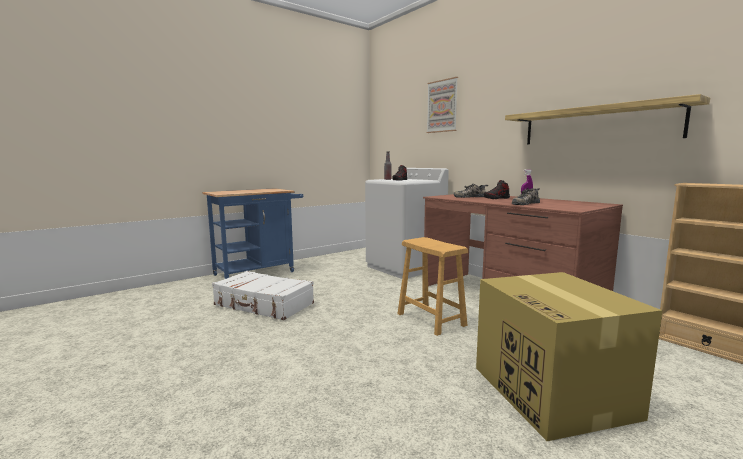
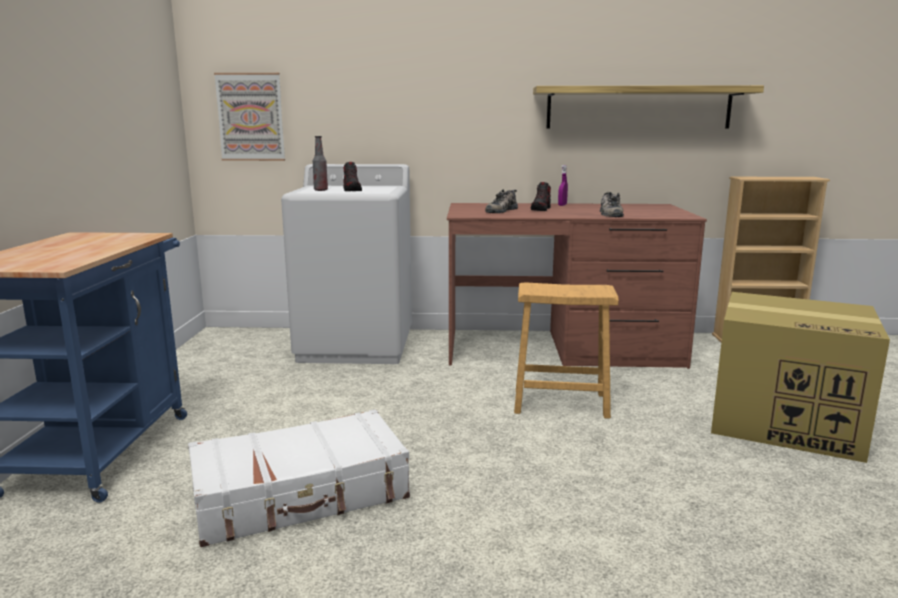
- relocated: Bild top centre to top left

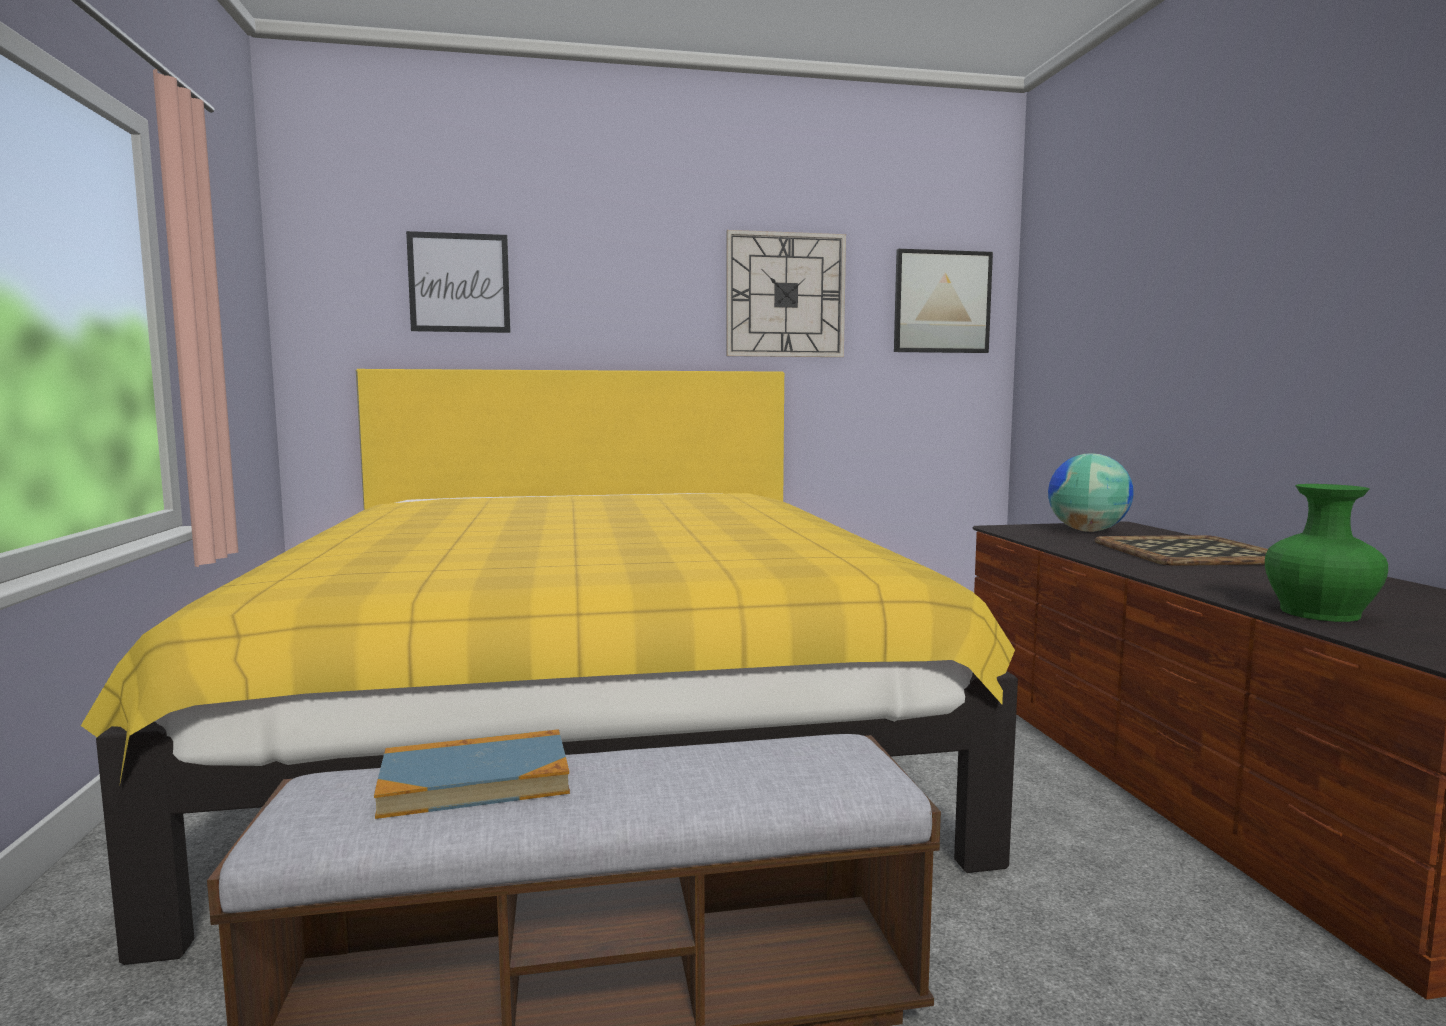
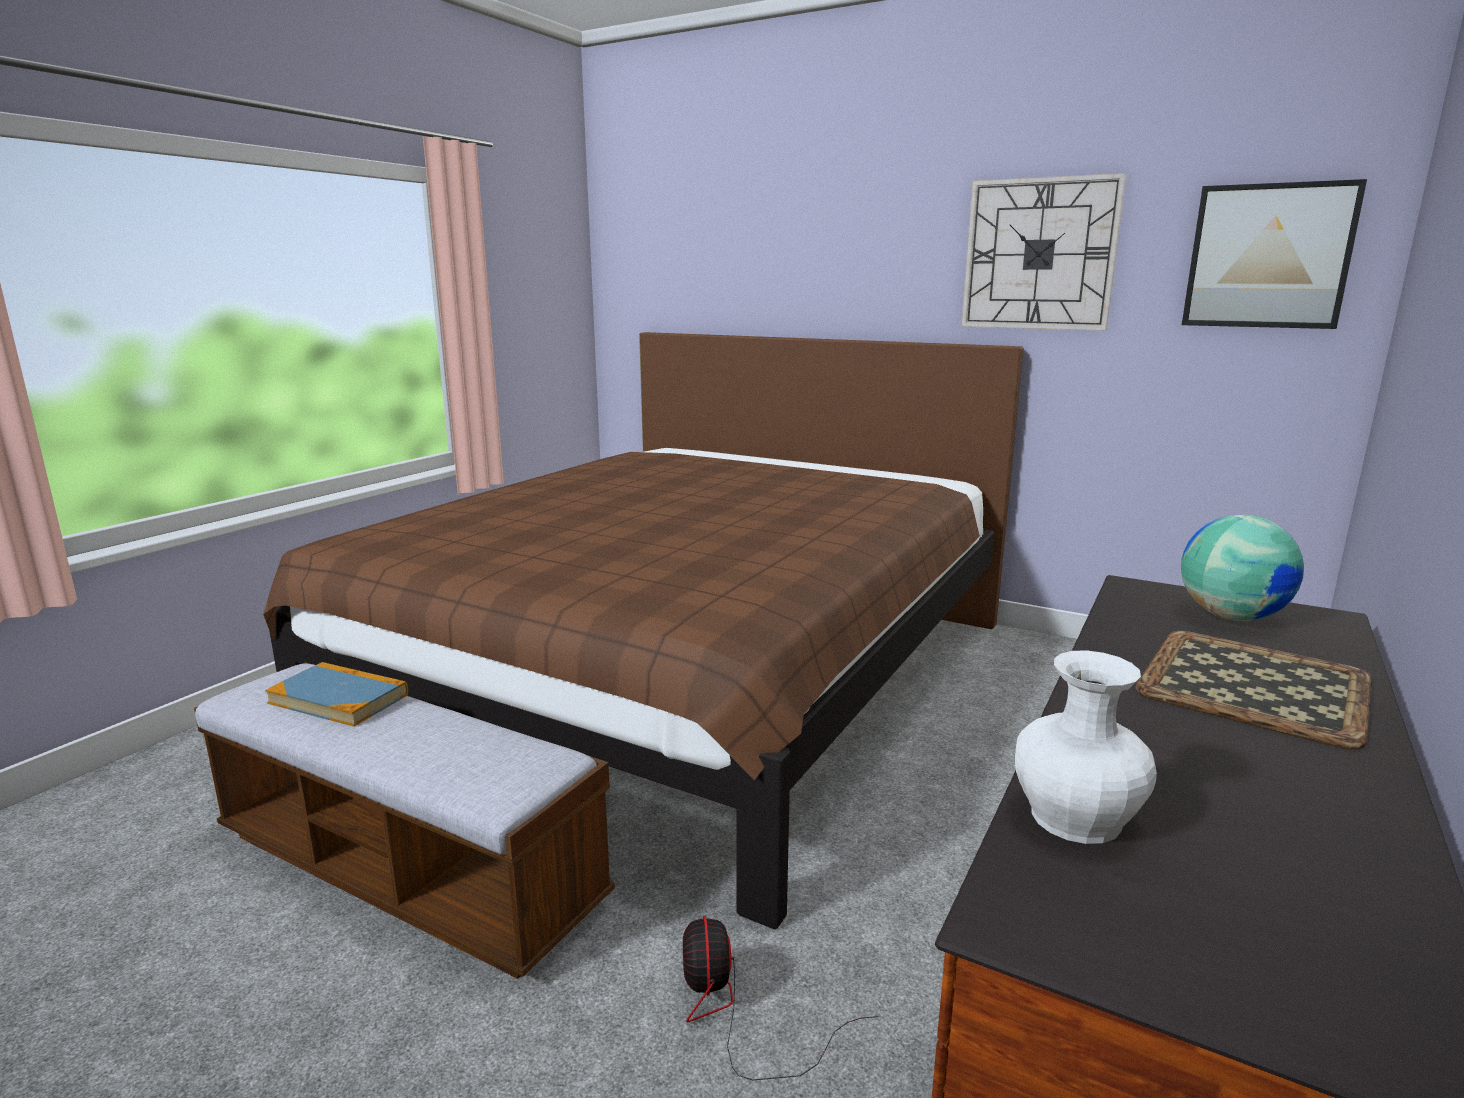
- missing: Bild (no. 1 from left) top left
- colour: Bett (gelb) centre to Bett (braun) centre
- colour: Vase (grün) middle right to Vase (weiß) bottom right
- appeared: Ventilator bottom centre

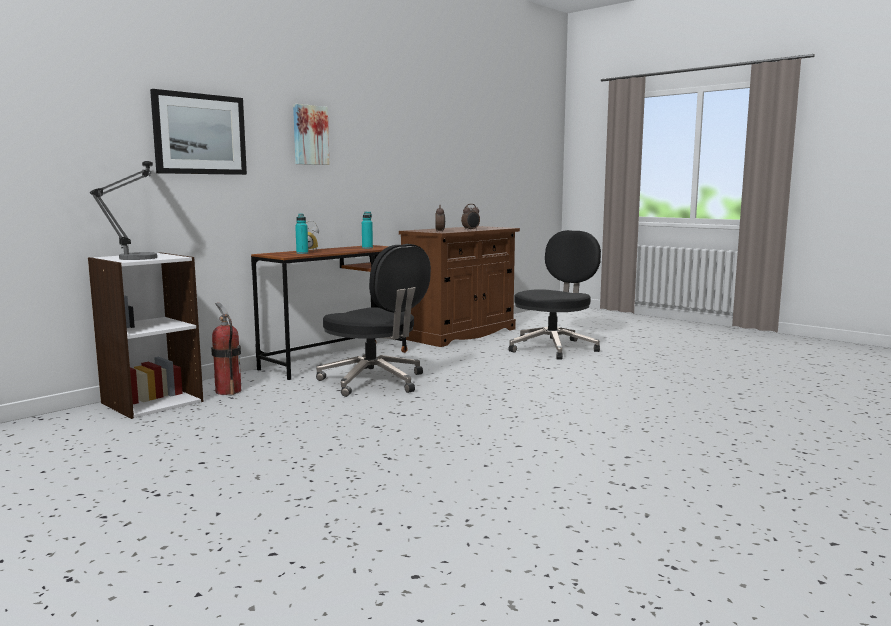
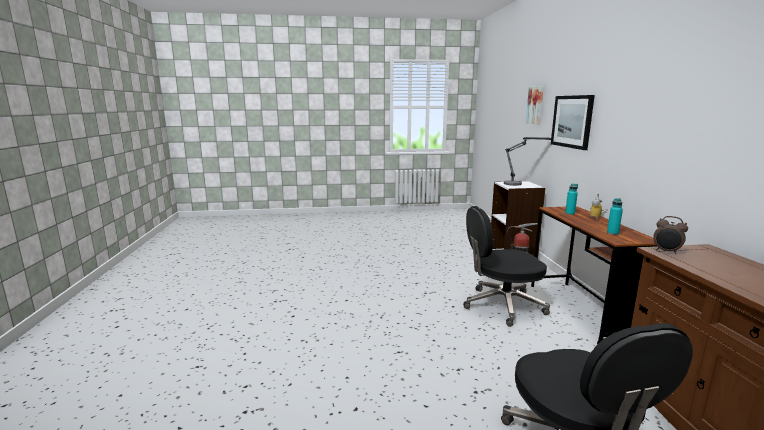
- relocated: Bild (no. 2 from left in the first image) top centre to Bild (no. 1 from left) top right
- missing: Wecker (no. 3 from left) centre

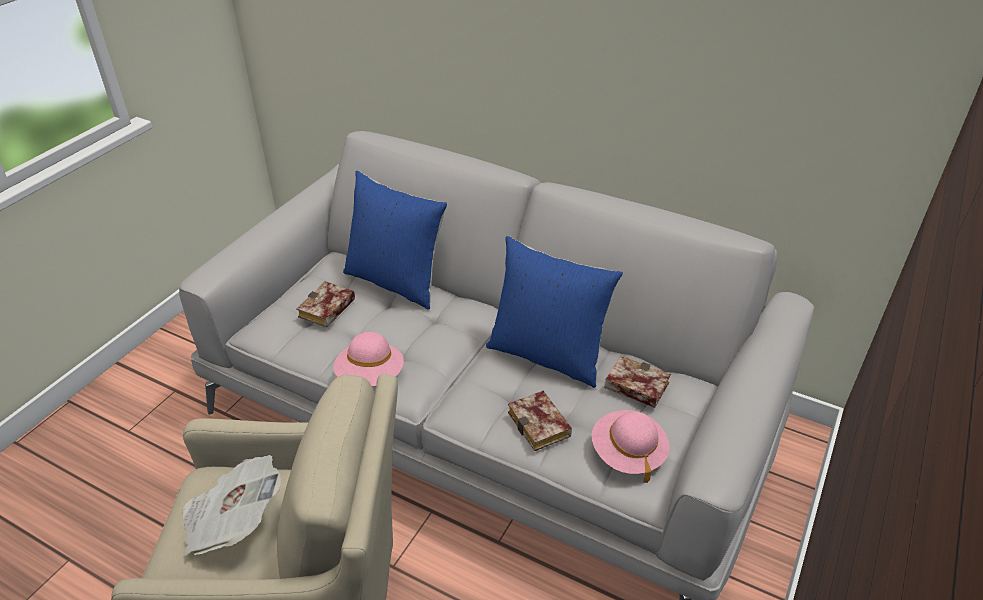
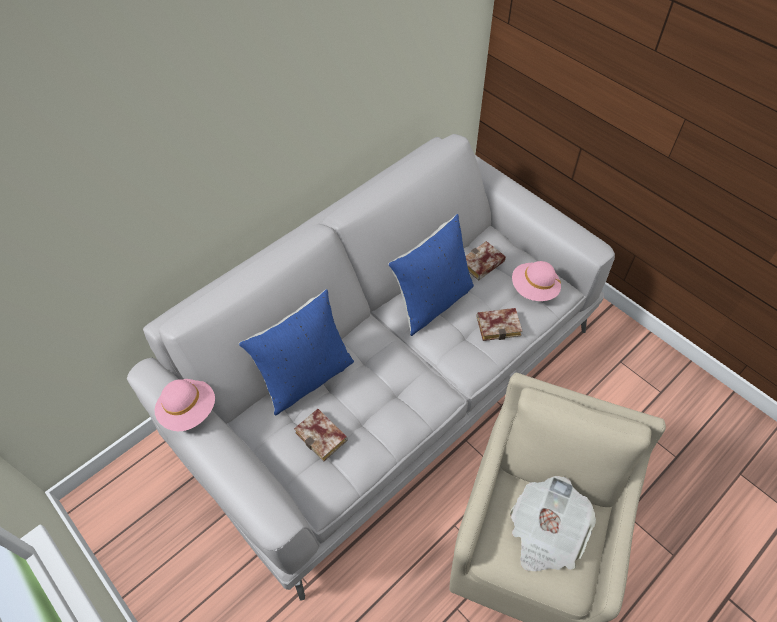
- relocated: Hut (rosa) (no. 1 from left) centre to middle left

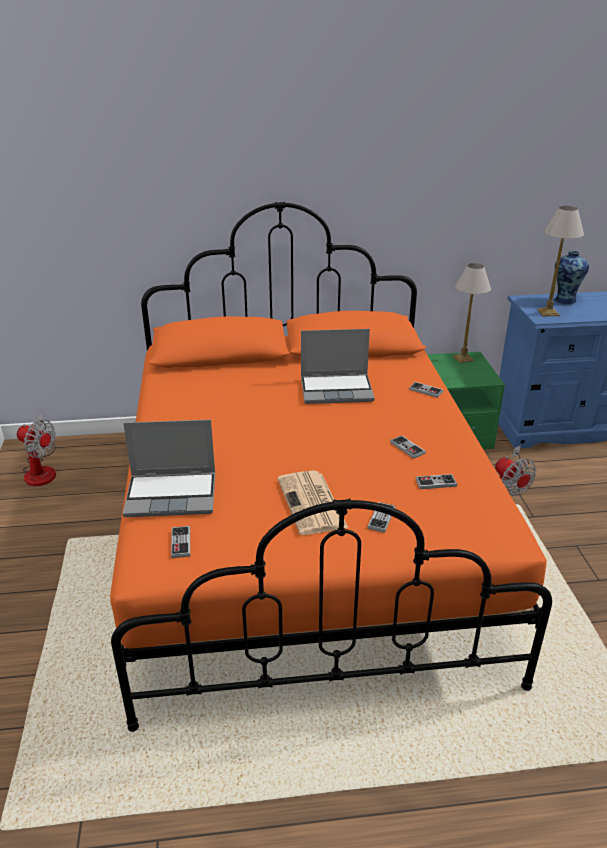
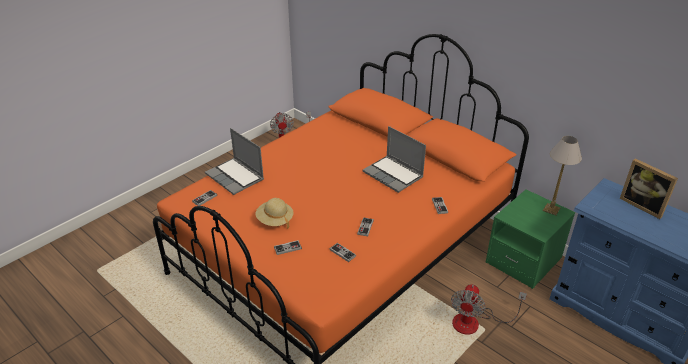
- missing: Tischlampe (no. 2 from left) top right
- exchanged: Vase top right to Bilderrahmen middle right
- exchanged: Zeitung centre to Hut (beige) centre

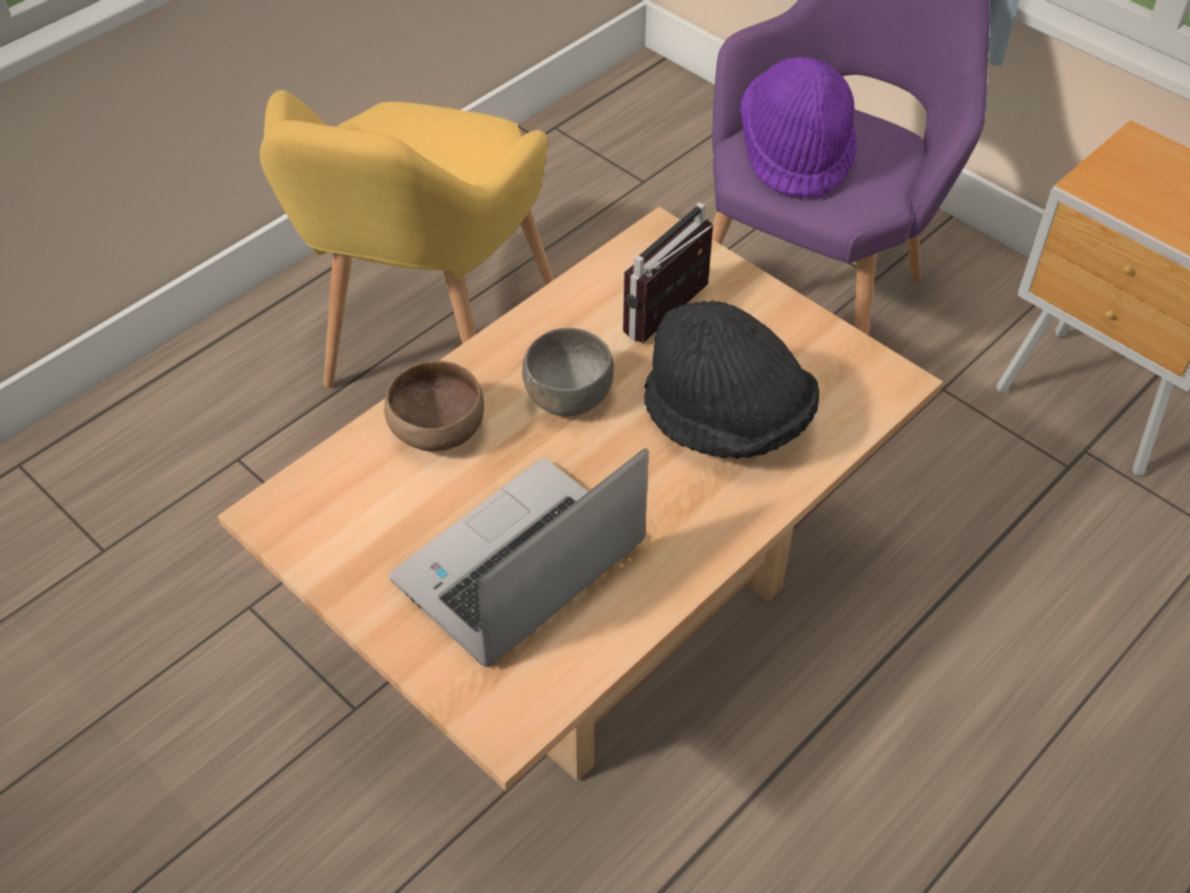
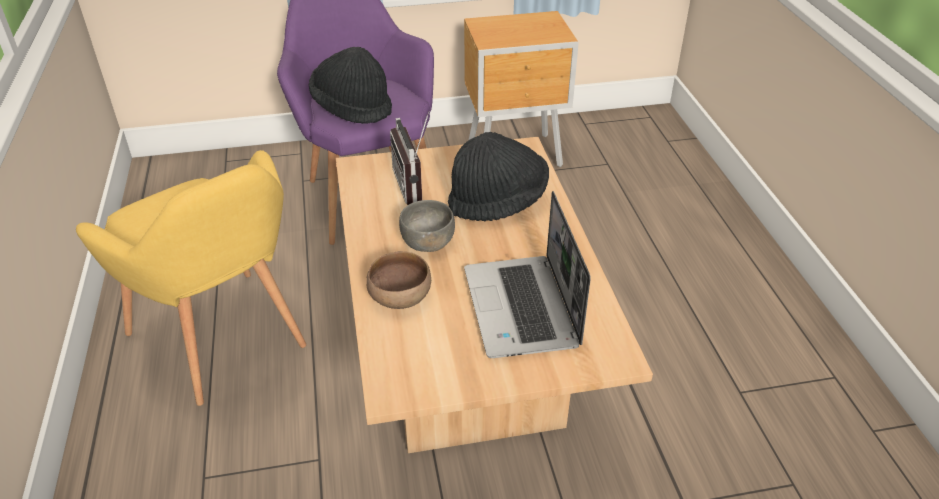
- colour: Hut (lila) top right to Hut (schwarz) (no. 1 from left) top centre

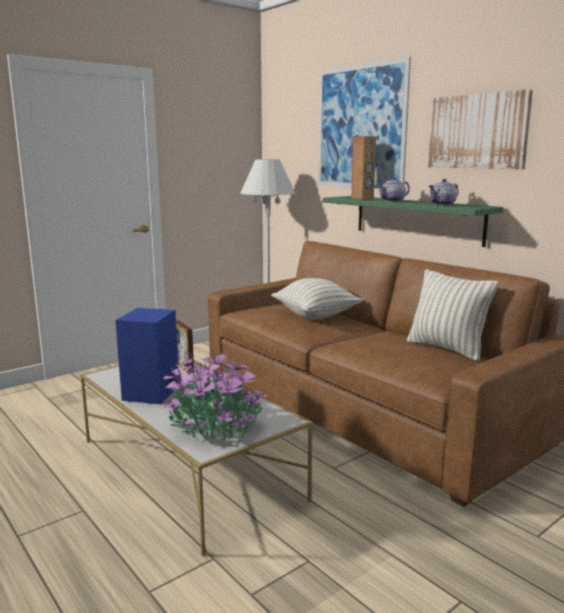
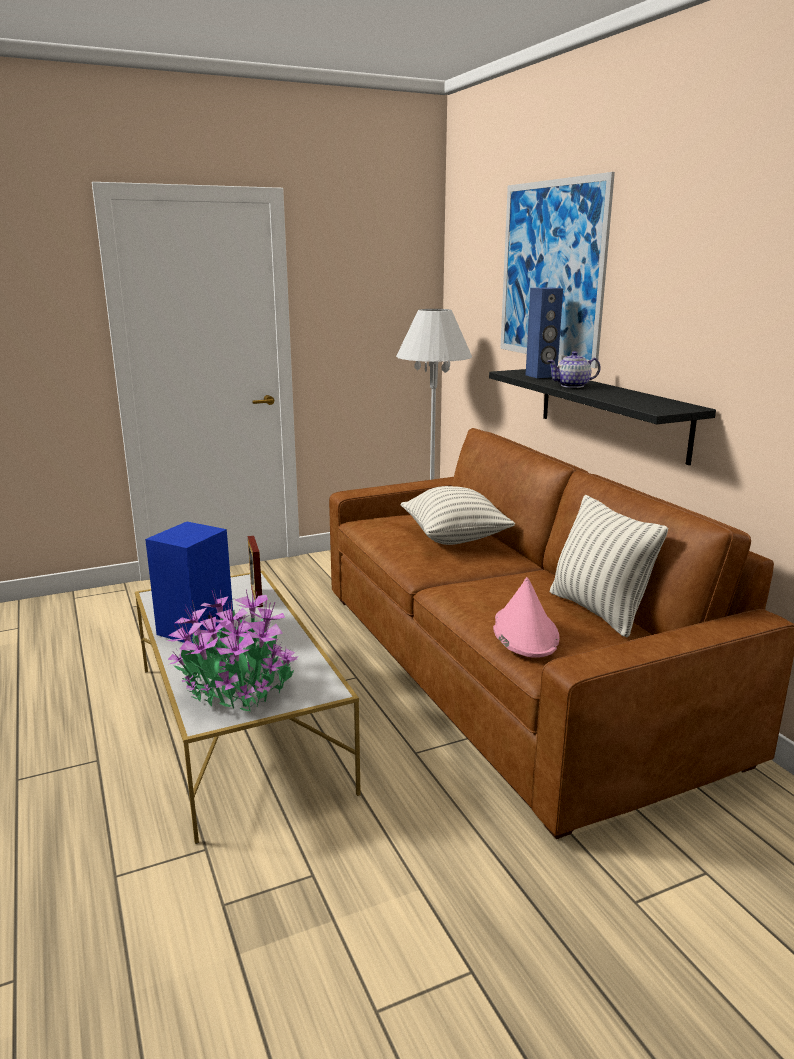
- missing: Bild (no. 2 from left) top right
- colour: Lautsprecher (braun) top centre to Lautsprecher (blau) (no. 2 from left) top right
- missing: Teekanne (no. 2 from left) top right
- colour: Wandregal (grün) middle right to Wandregal (schwarz) middle right
- appeared: Hut (rosa) centre

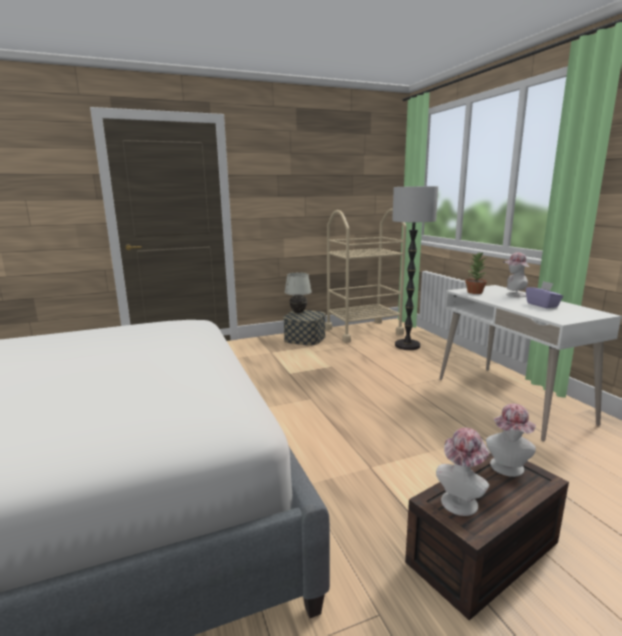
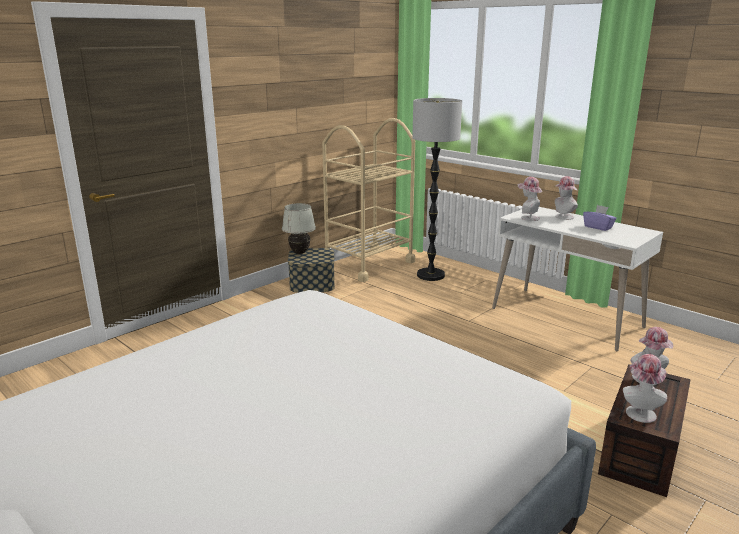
- exchanged: Topfpflanze middle right to Hut (no. 1 from left) middle right

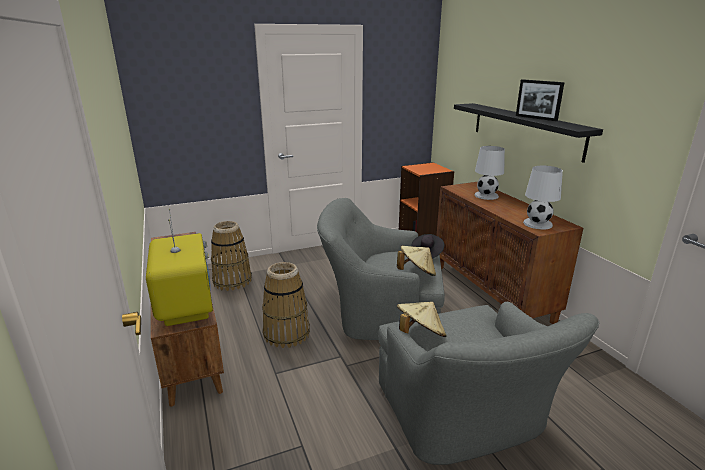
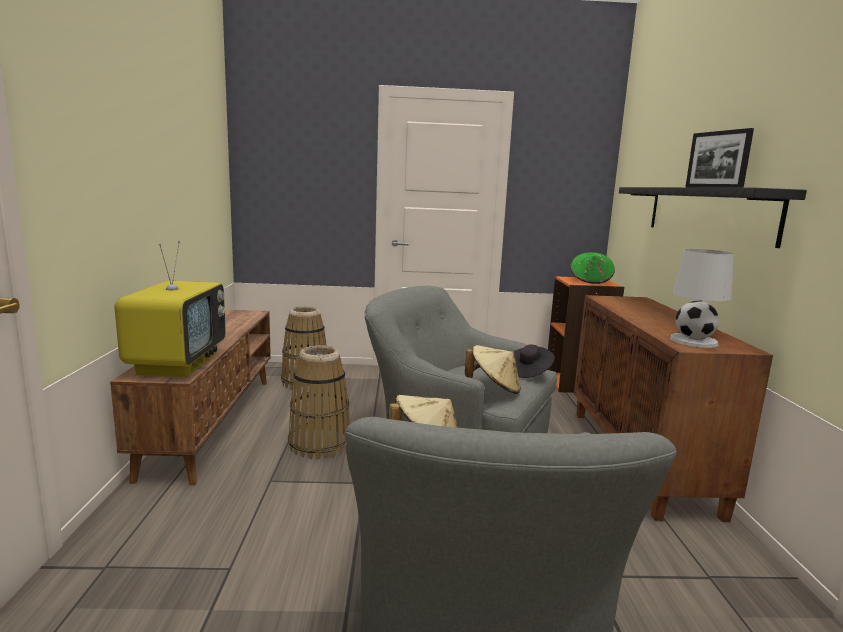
- missing: Tischlampe (weiß) (no. 1 from left) middle right
- appeared: Hut (grün) middle right

